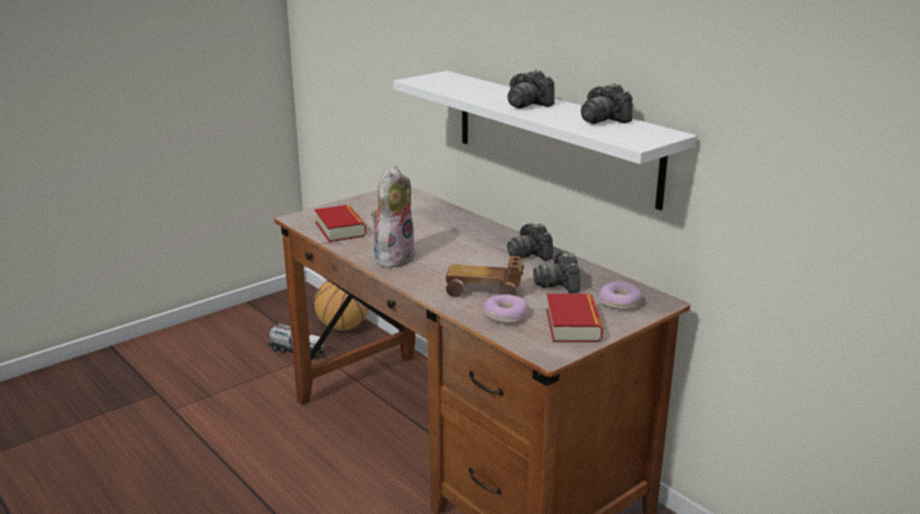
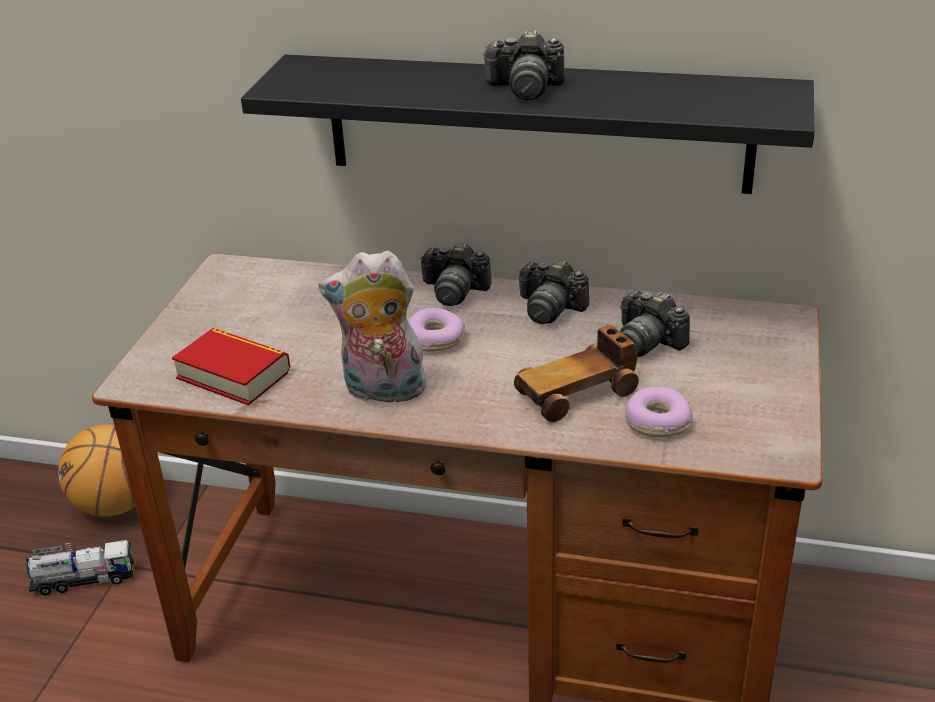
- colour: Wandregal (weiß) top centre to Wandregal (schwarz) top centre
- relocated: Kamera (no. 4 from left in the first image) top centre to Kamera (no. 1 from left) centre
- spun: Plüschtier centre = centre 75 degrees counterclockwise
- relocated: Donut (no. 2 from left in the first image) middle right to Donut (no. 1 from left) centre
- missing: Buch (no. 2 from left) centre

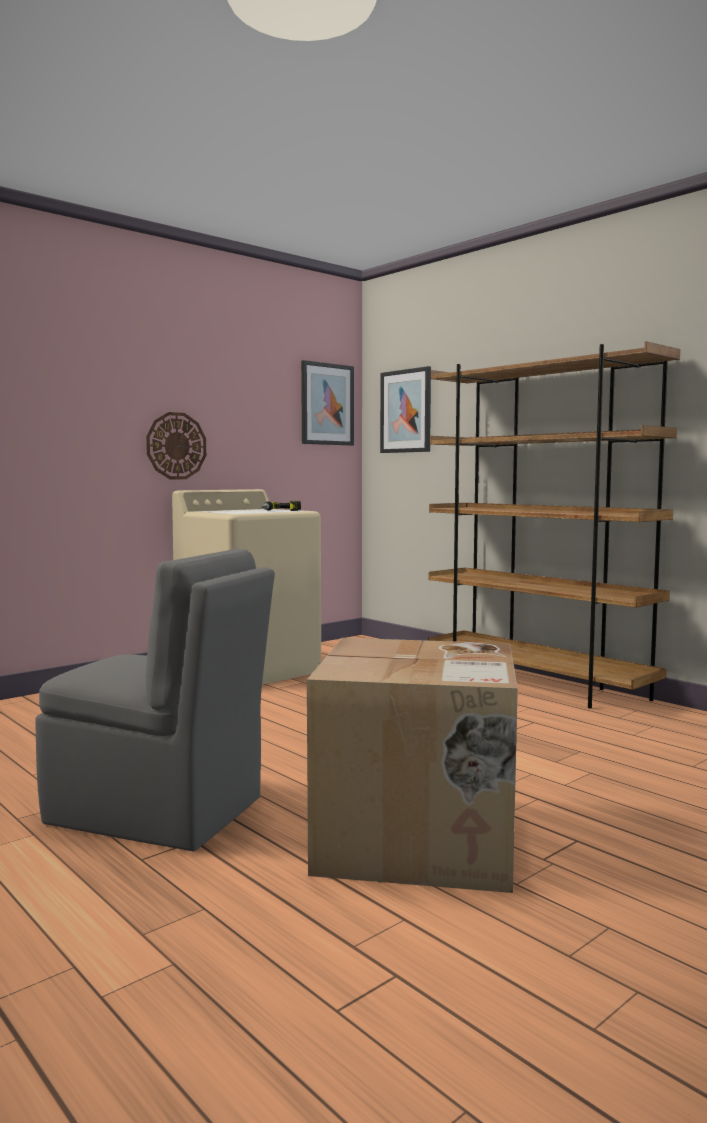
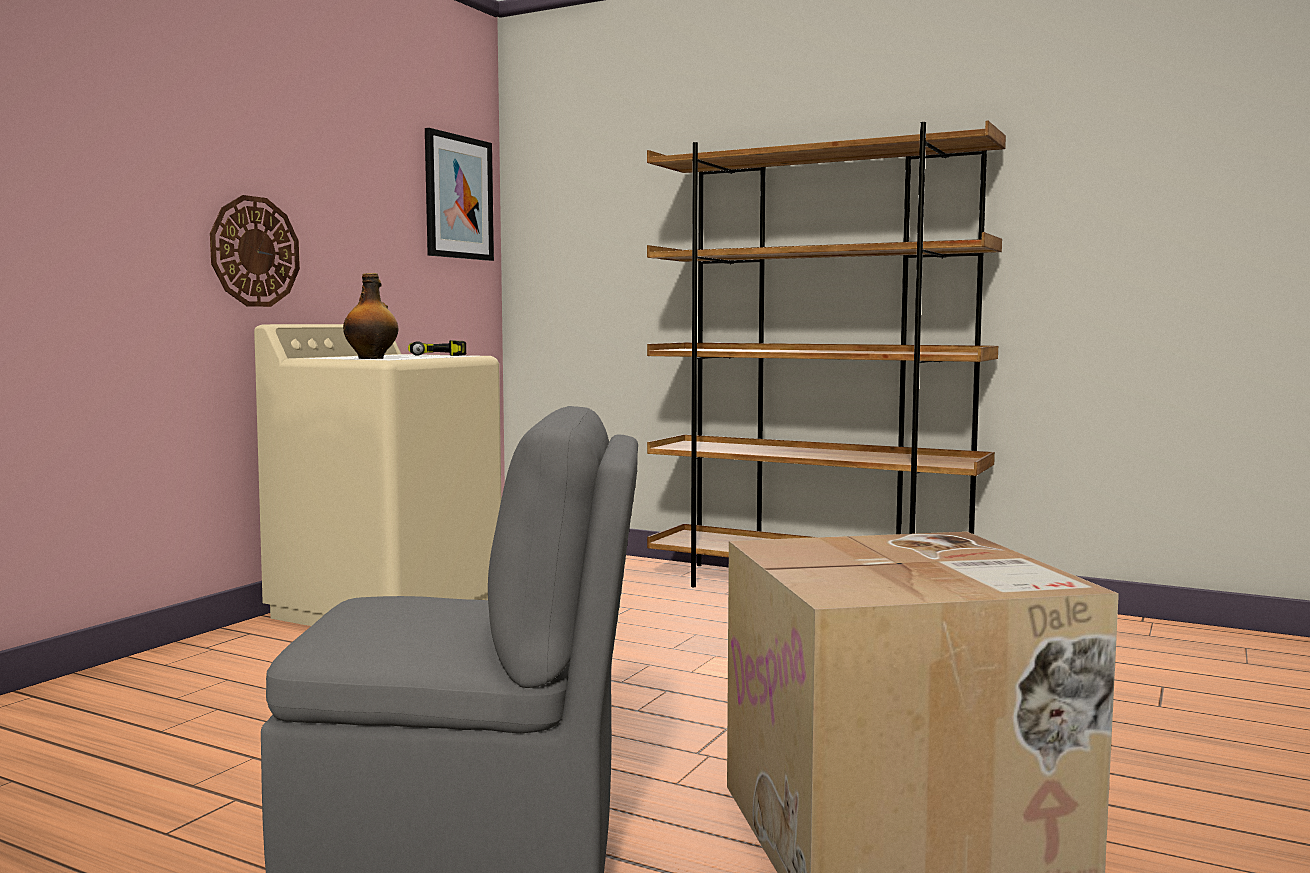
- missing: Bild (no. 2 from left) centre
- appeared: Flasche middle left

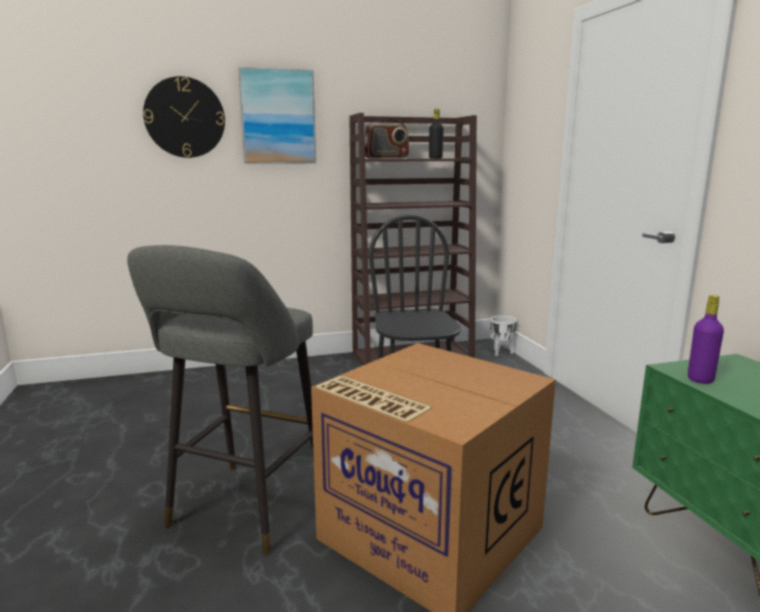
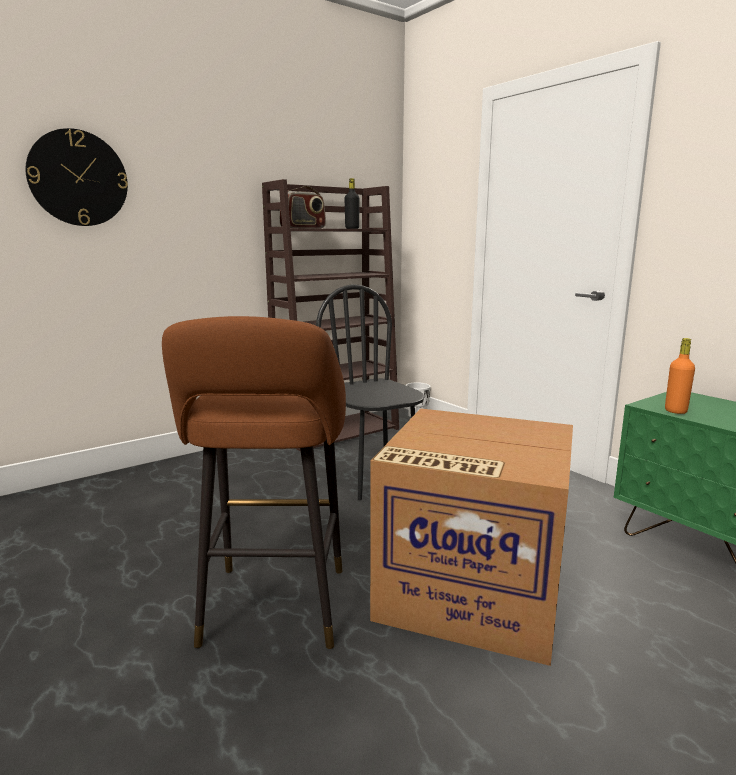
- missing: Bild top centre
- colour: Hocker (grau) middle left to Hocker (braun) centre
- colour: Flasche (lila) middle right to Flasche (orange) middle right

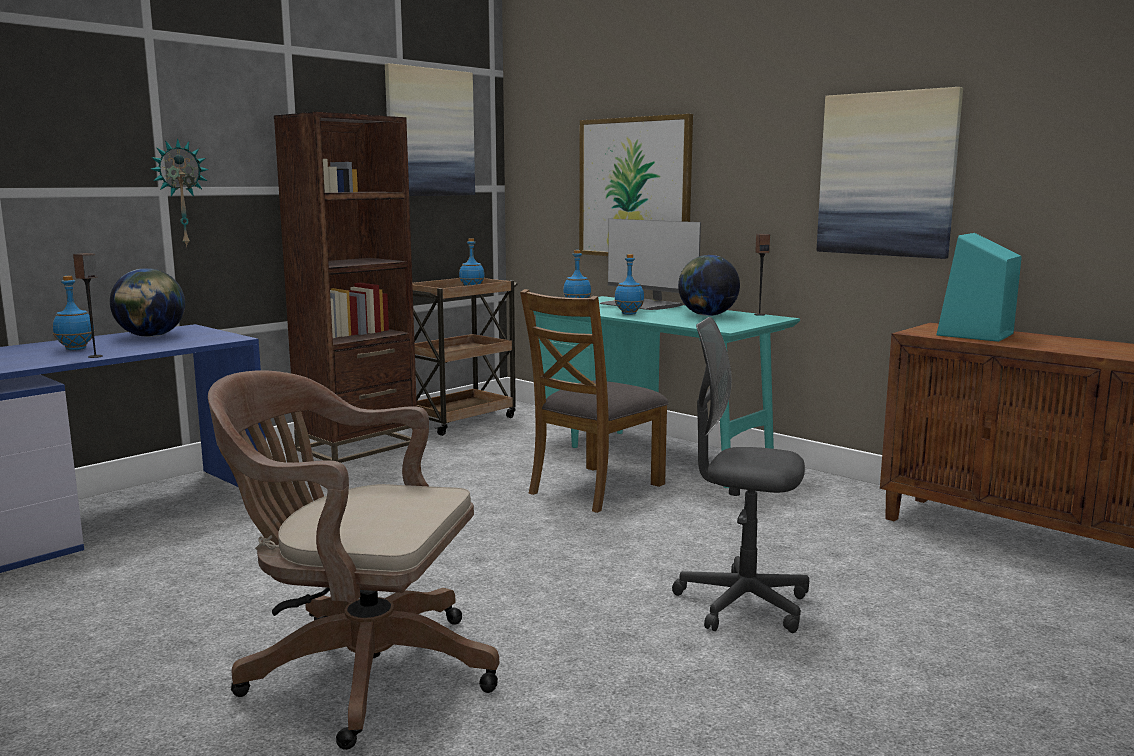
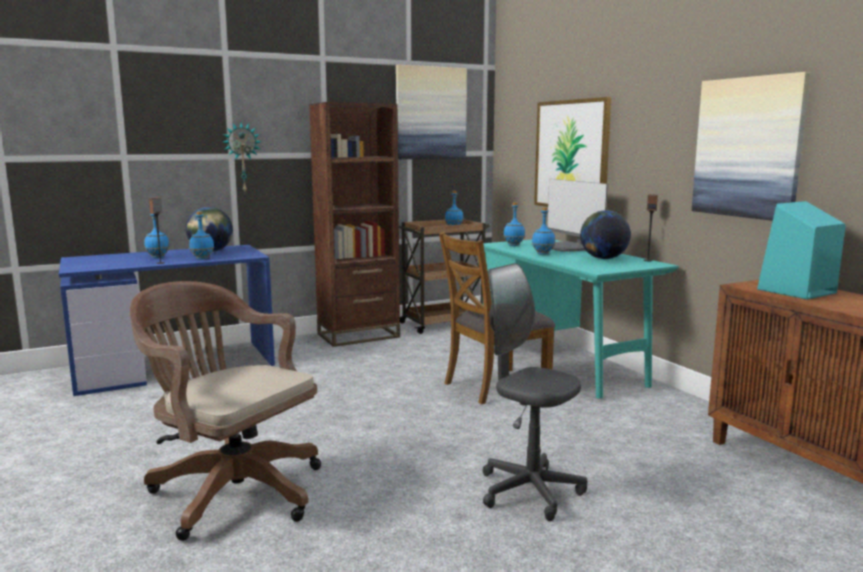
- appeared: Flasche (blau) (no. 2 from left) middle left

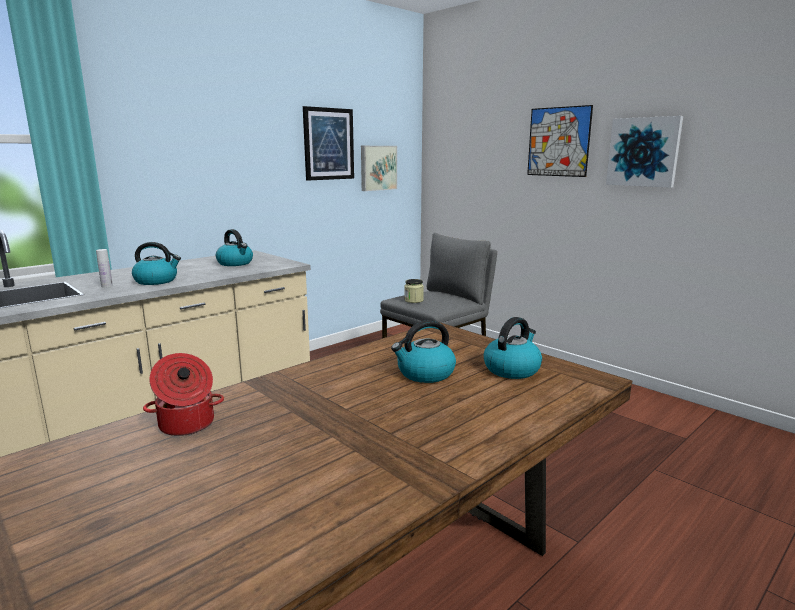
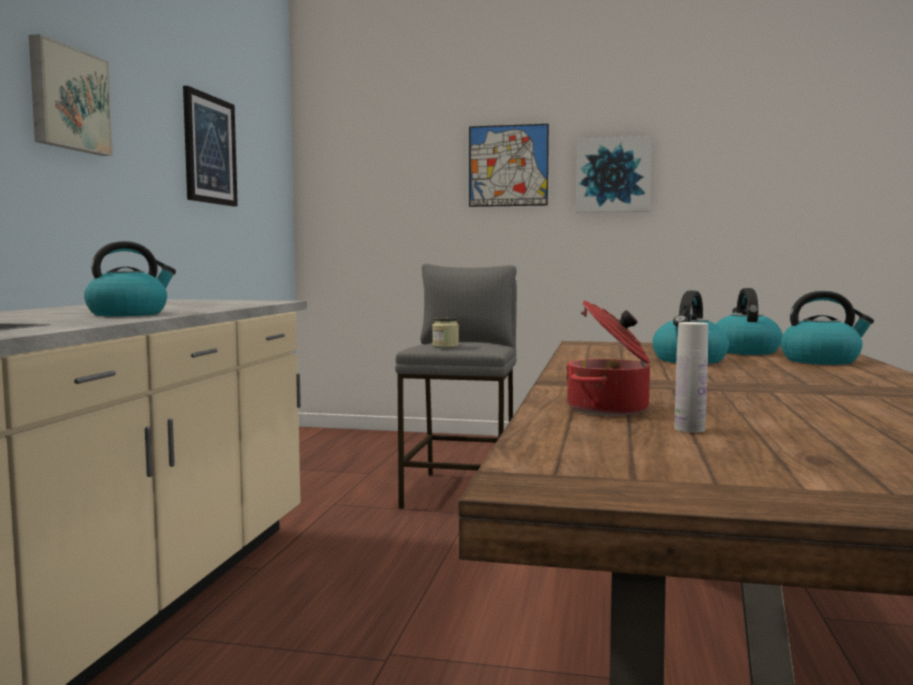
- relocated: Bild (no. 2 from left in the first image) top centre to Bild (no. 1 from left) top left
- relocated: Wasserkessel (no. 2 from left in the first image) middle left to Wasserkessel (no. 4 from left) middle right
- relocated: Flasche (weiß) middle left to middle right

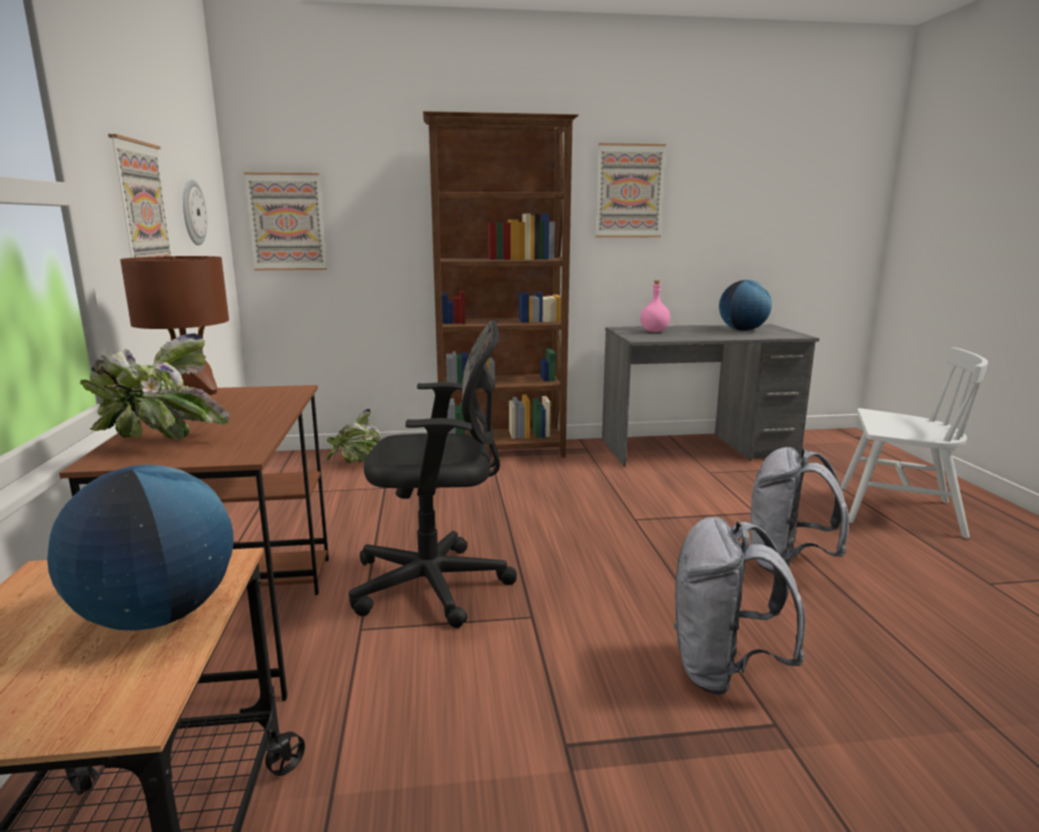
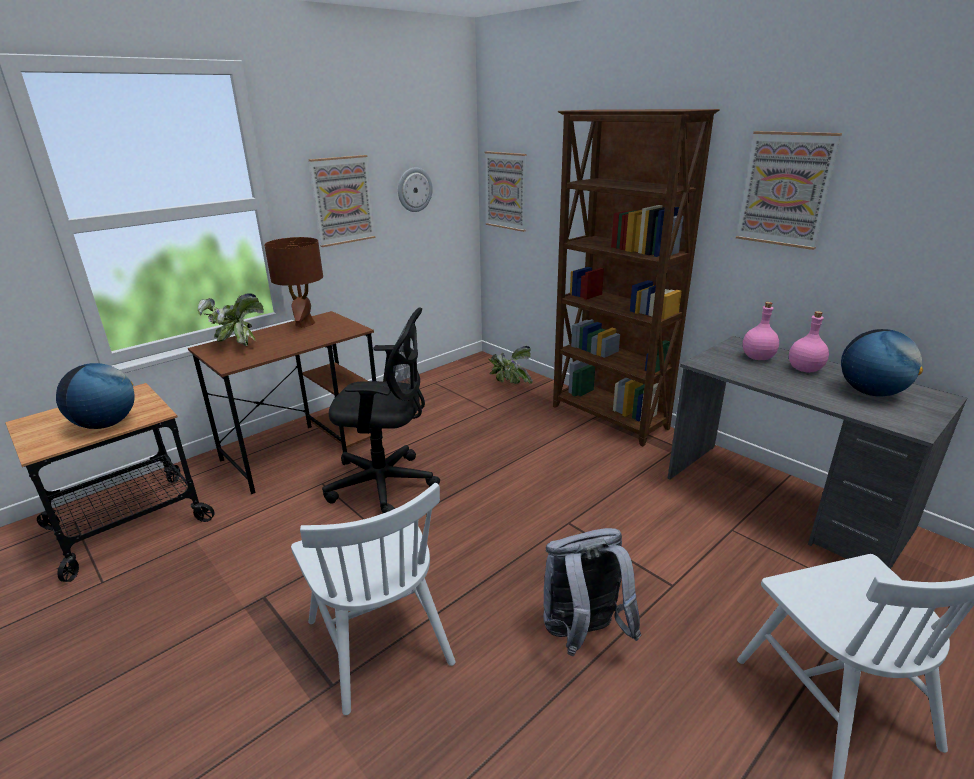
- spun: Bürostuhl (schwarz) centre = centre 45 degrees counterclockwise
- exchanged: Rucksack (grau) (no. 1 from left) bottom right to Stuhl (weiß) (no. 1 from left) bottom centre
- appeared: Flasche (rosa) (no. 2 from left) middle right

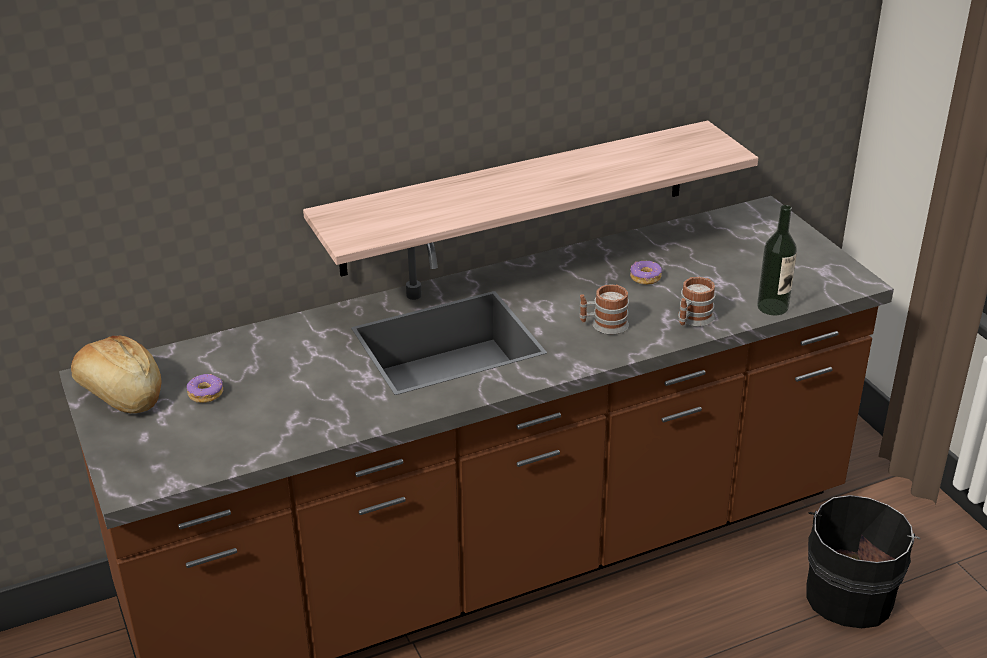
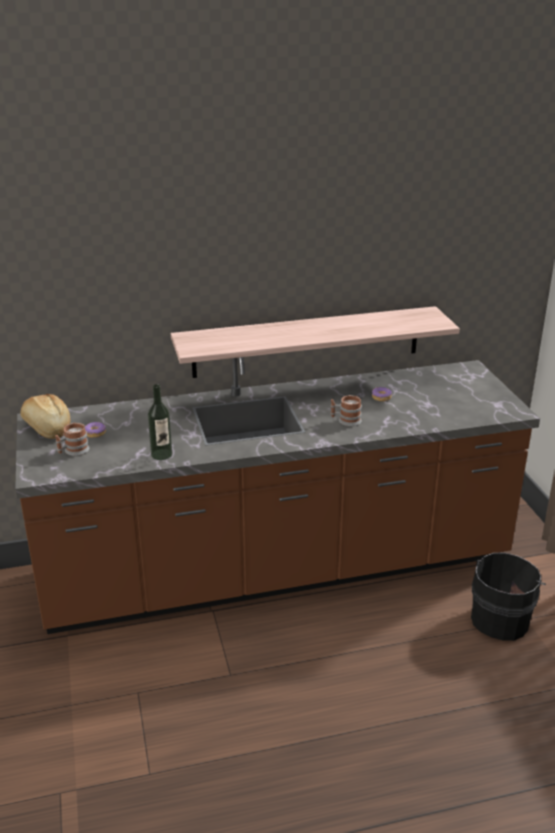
- relocated: Flasche middle right to middle left
- relocated: Henkelbecher (no. 2 from left in the first image) middle right to Henkelbecher (no. 1 from left) middle left

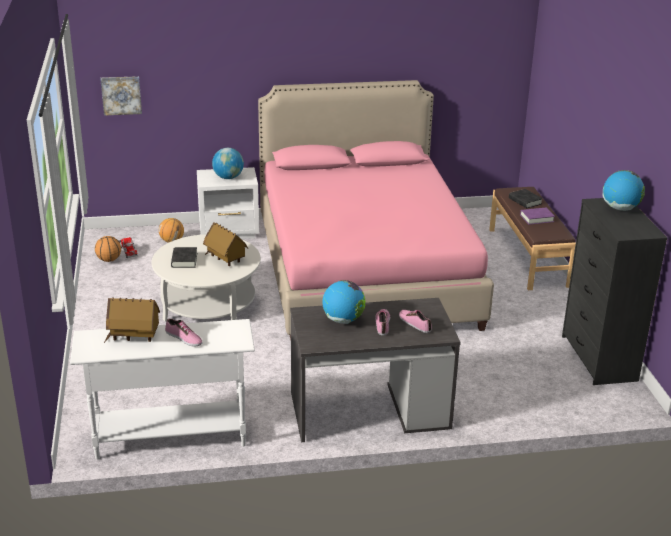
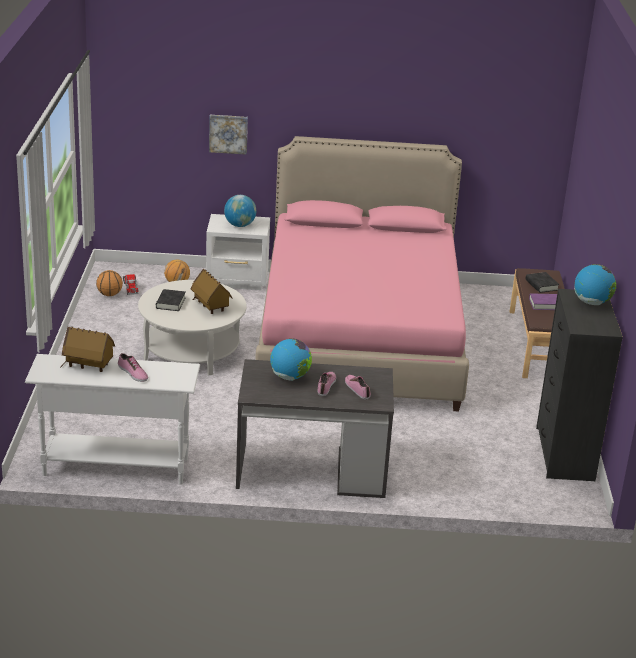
- relocated: Bild top left to top centre

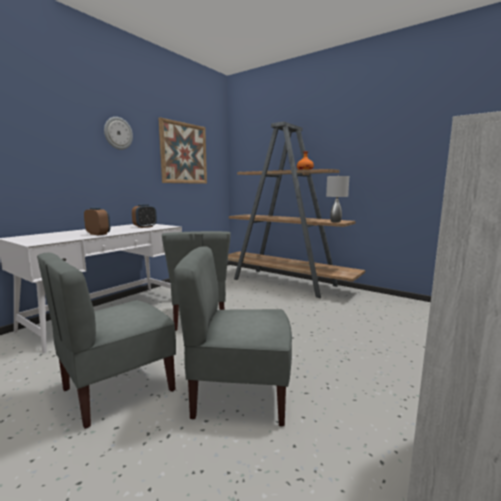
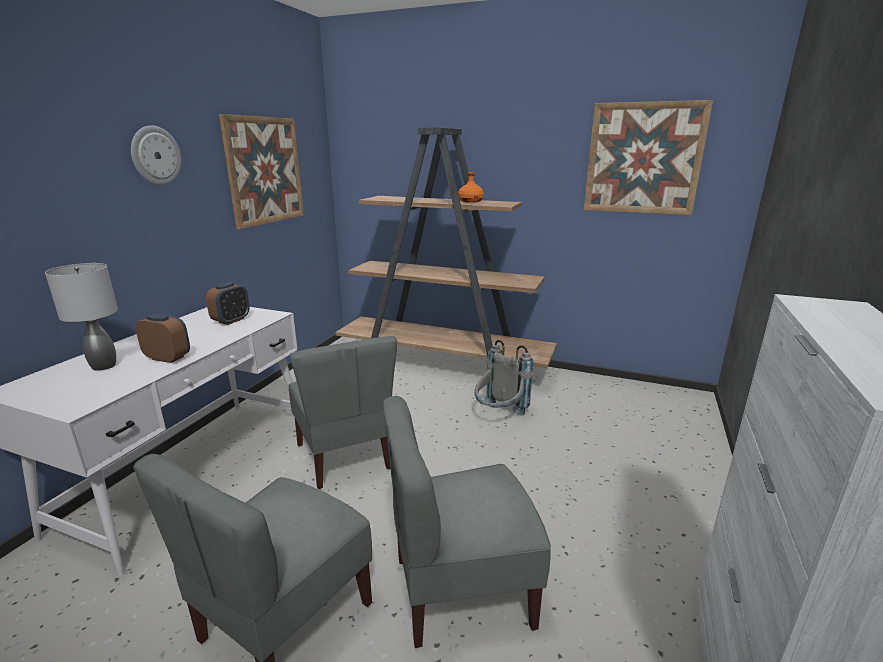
- relocated: Tischlampe (grau) middle right to middle left
- appeared: Bild (no. 2 from left) top right
- appeared: Rucksack (grau) centre

